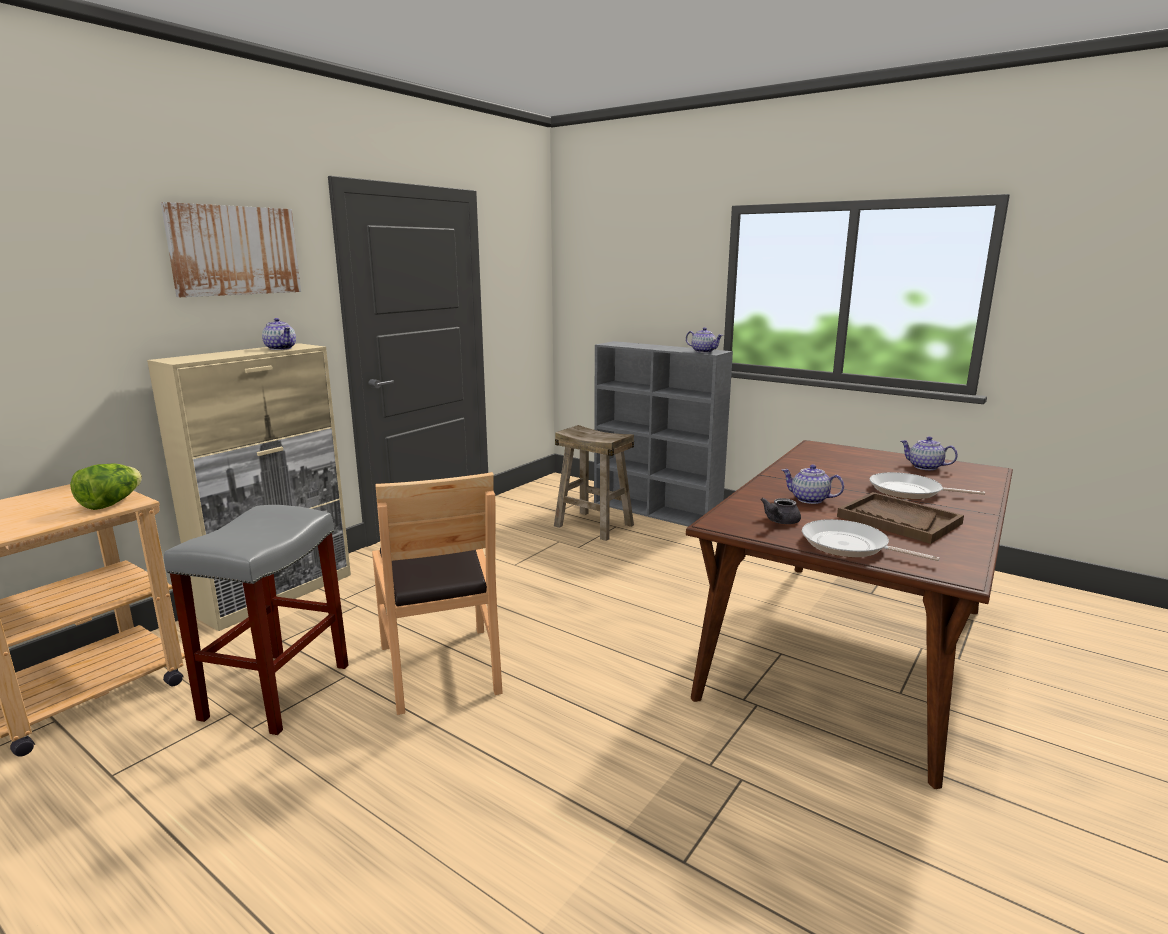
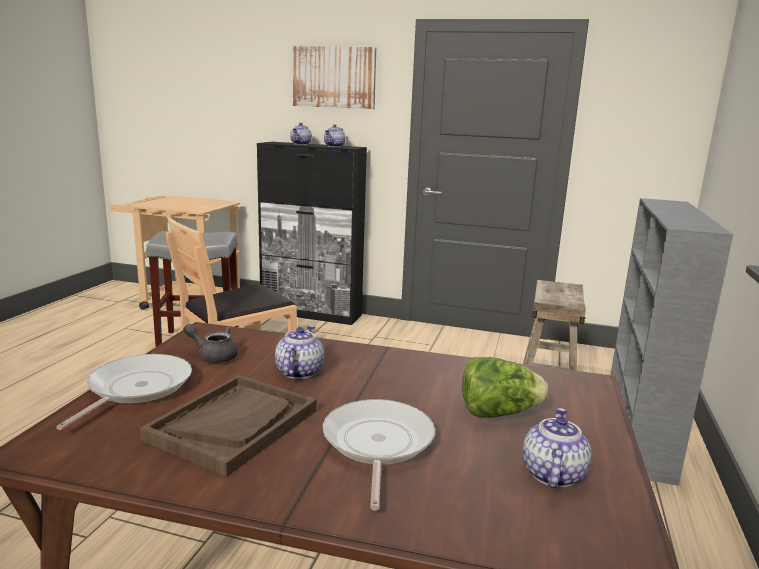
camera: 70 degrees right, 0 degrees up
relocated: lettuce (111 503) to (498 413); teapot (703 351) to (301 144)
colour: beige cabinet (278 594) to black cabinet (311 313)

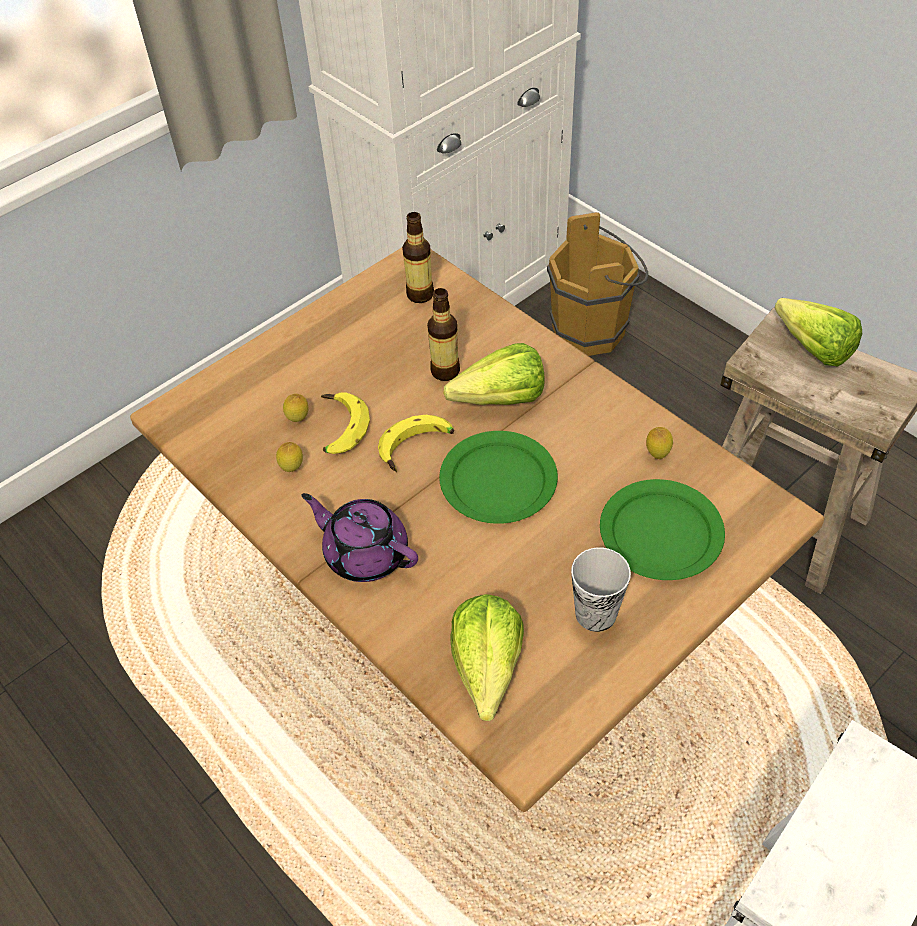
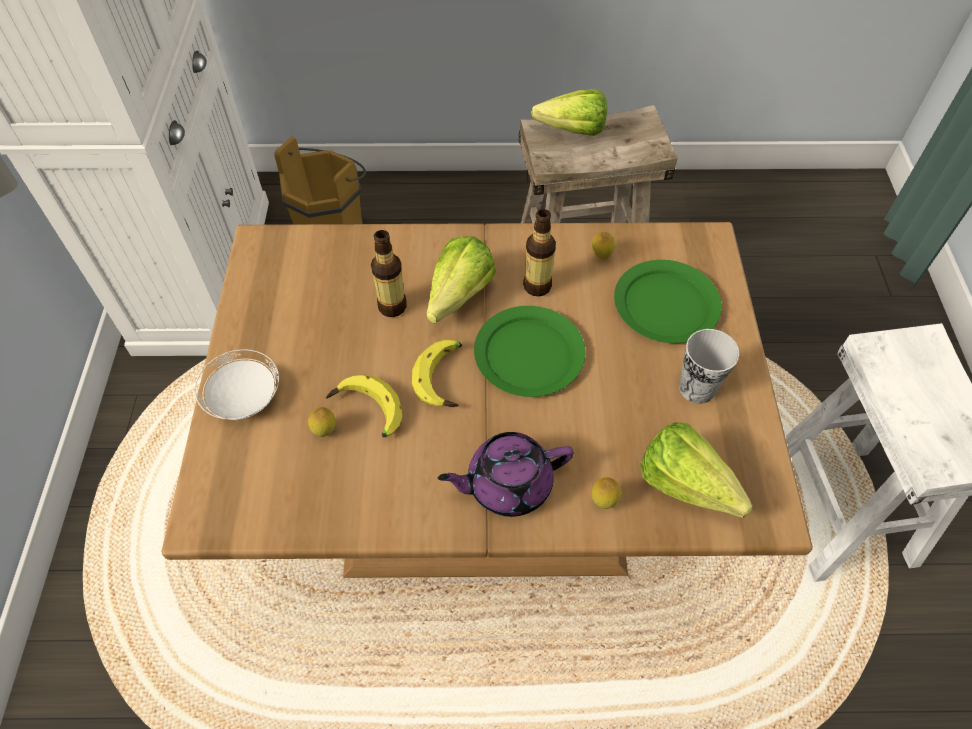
camera: 50 degrees left, 5 degrees up
appeared: white plate (244 398)
relocated: lemon (292 469) to (603 501); bottle (420 294) to (537 286)

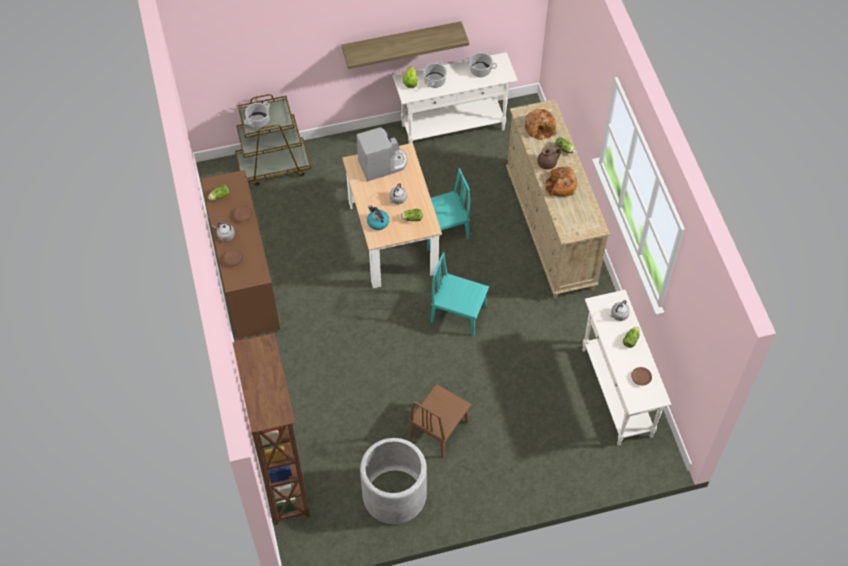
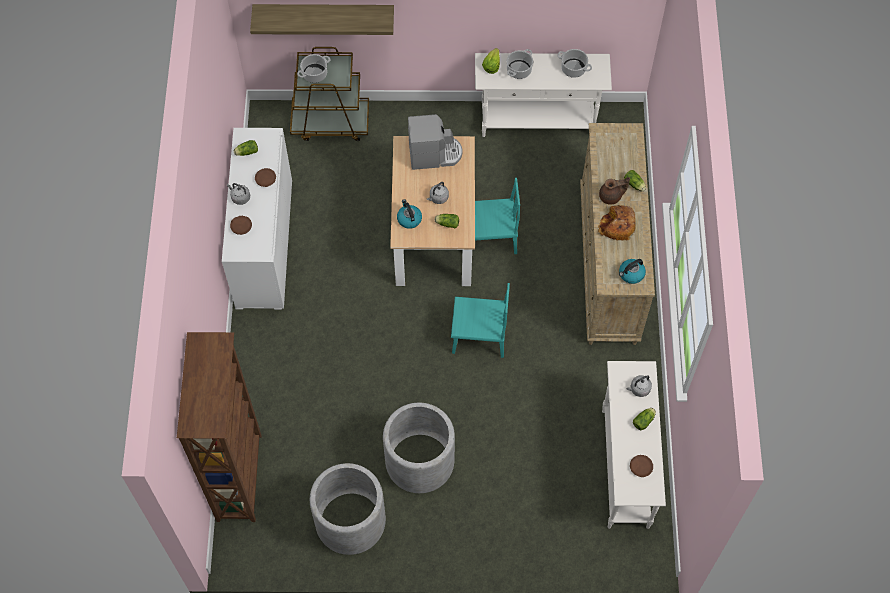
camera: 15 degrees right, 5 degrees up
missing: bread (540 128)
appeared: kettle (631 274)
relocated: shelf (401 41) to (324 13)
exchanged: brown chair (439 429) to grey planter (419 461)
colour: brown cabinet (246 279) to white cabinet (264 244)
spun: turquoise chair (458 313) = (479 336) 150 degrees clockwise

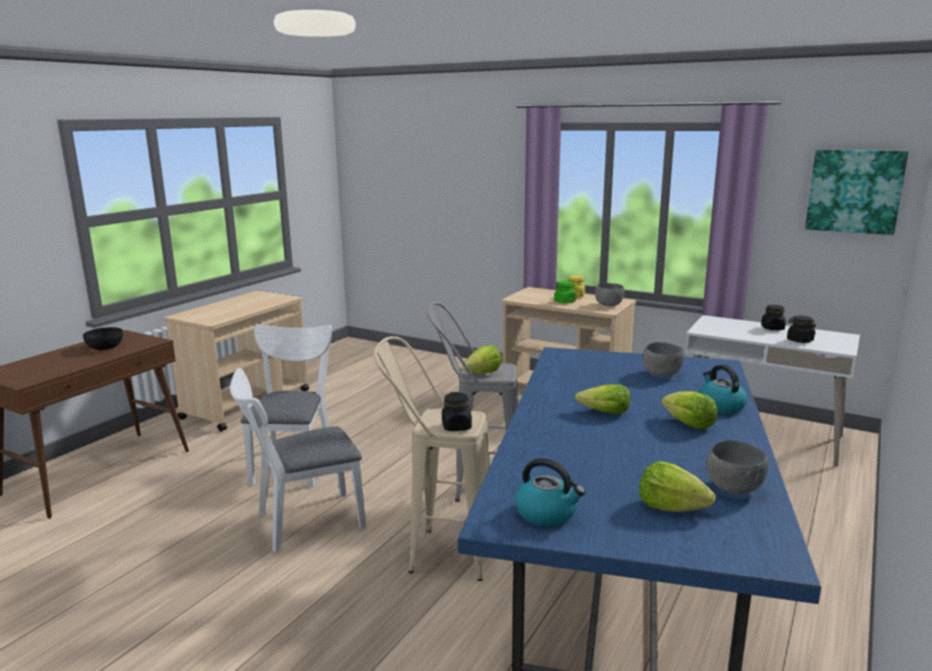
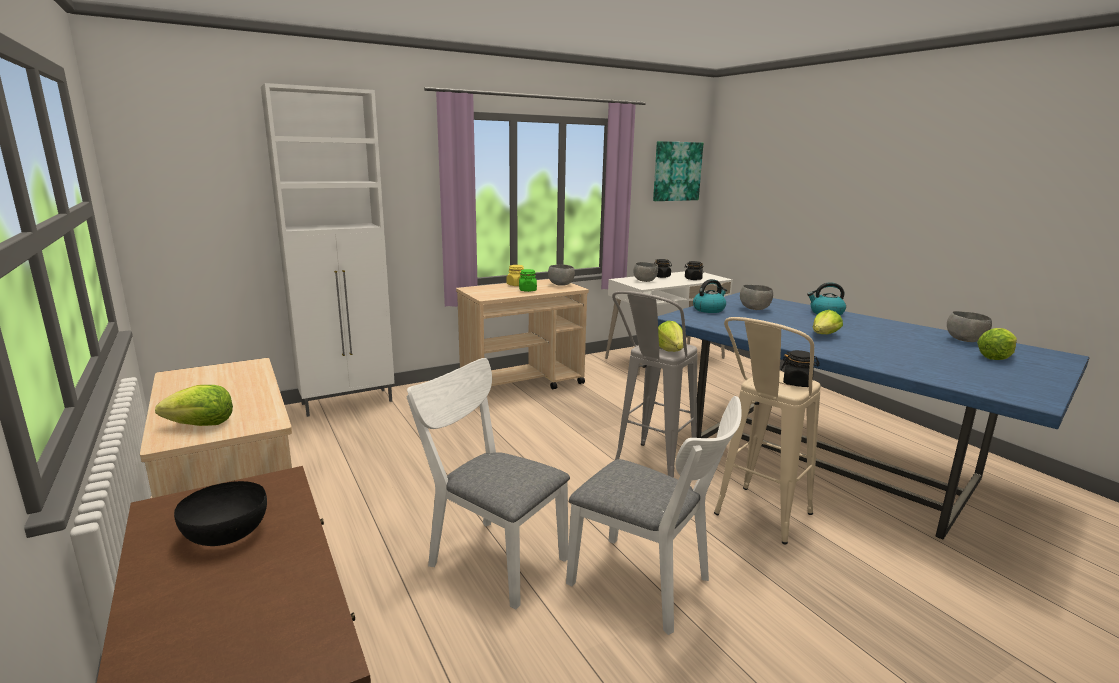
camera: 60 degrees left, 0 degrees up
appeared: white cabinet (349 402); grey bowl (645 281)
relocated: kettle (547 513) to (709 309); lettuce (689 424) to (201 425)
spun: white chair (302 523) = (648 585) 60 degrees counterclockwise

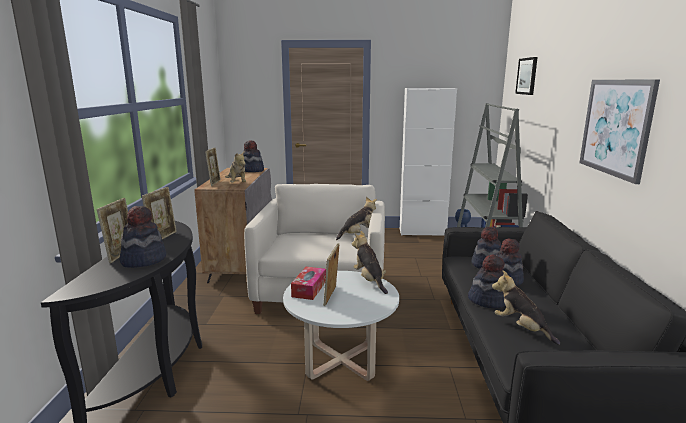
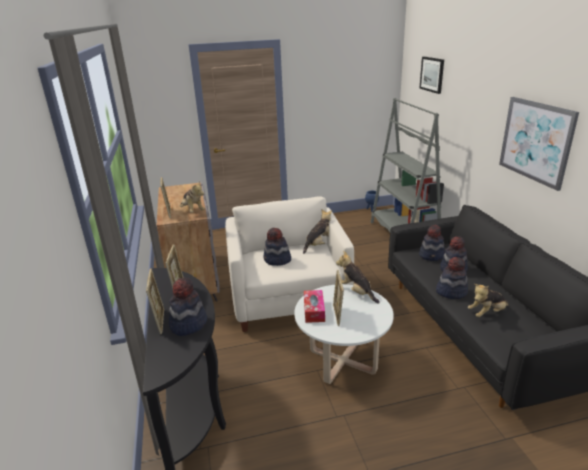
camera: 15 degrees left, 10 degrees up
missing: white cabinet (422 232)
relocated: hat (252 170) to (277 260)
spun: plush toy (521 328) = (487 313) 60 degrees counterclockwise

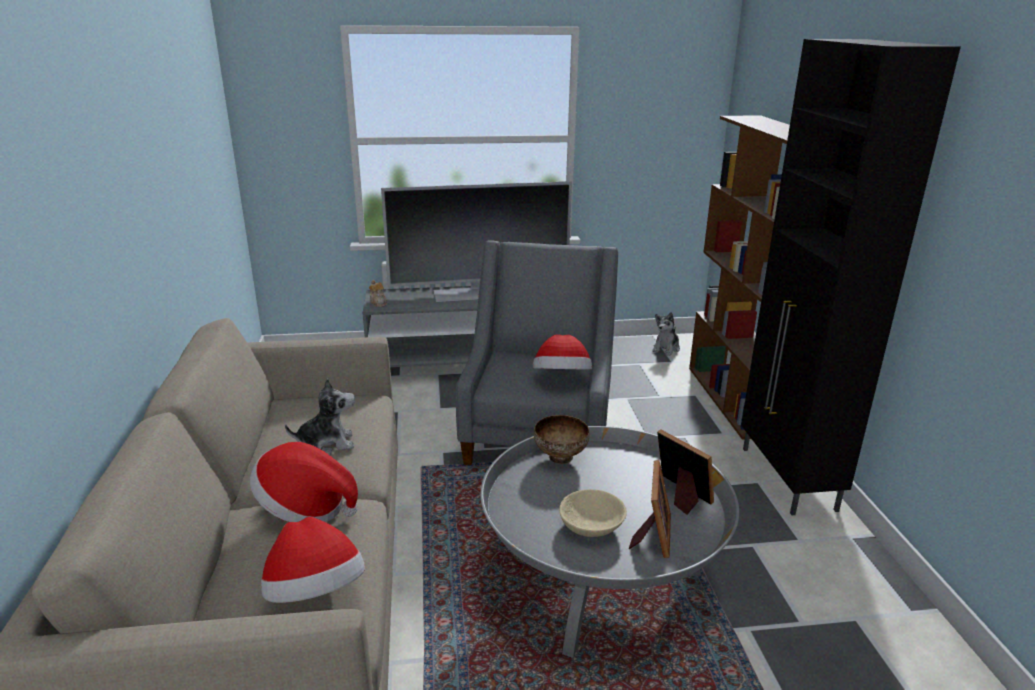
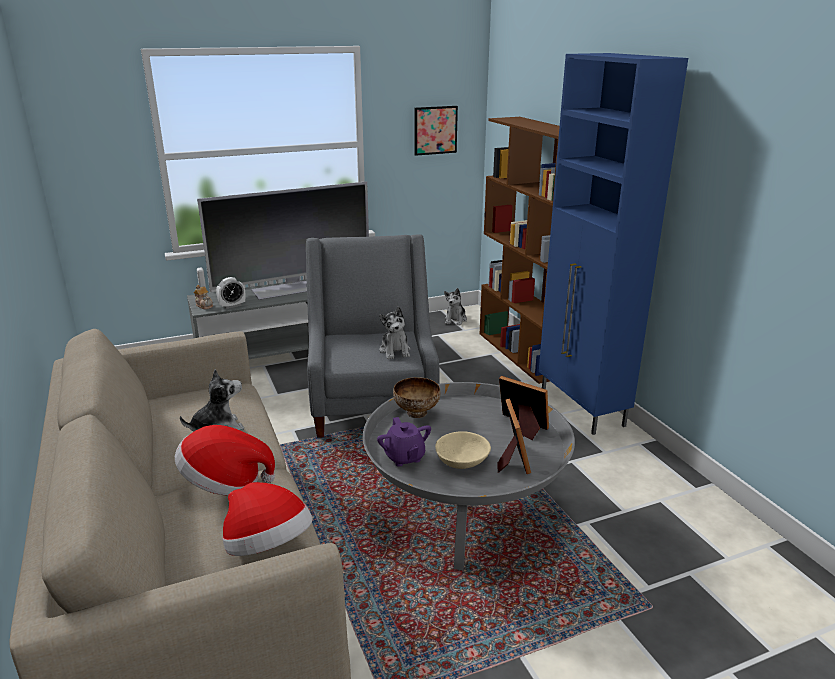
camera: 15 degrees left, 0 degrees up
appeared: alarm clock (232 306); purple teapot (404 457); picture (435 130)
exchanged: hat (561 379) to plush toy (395 351)
colour: black cabinet (787 479) to blue cabinet (582 408)

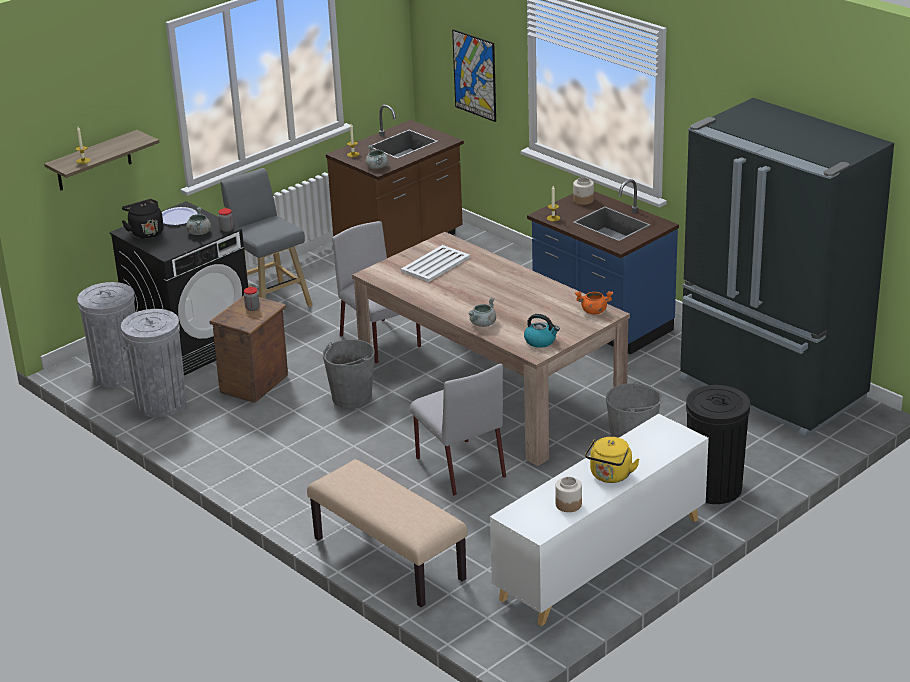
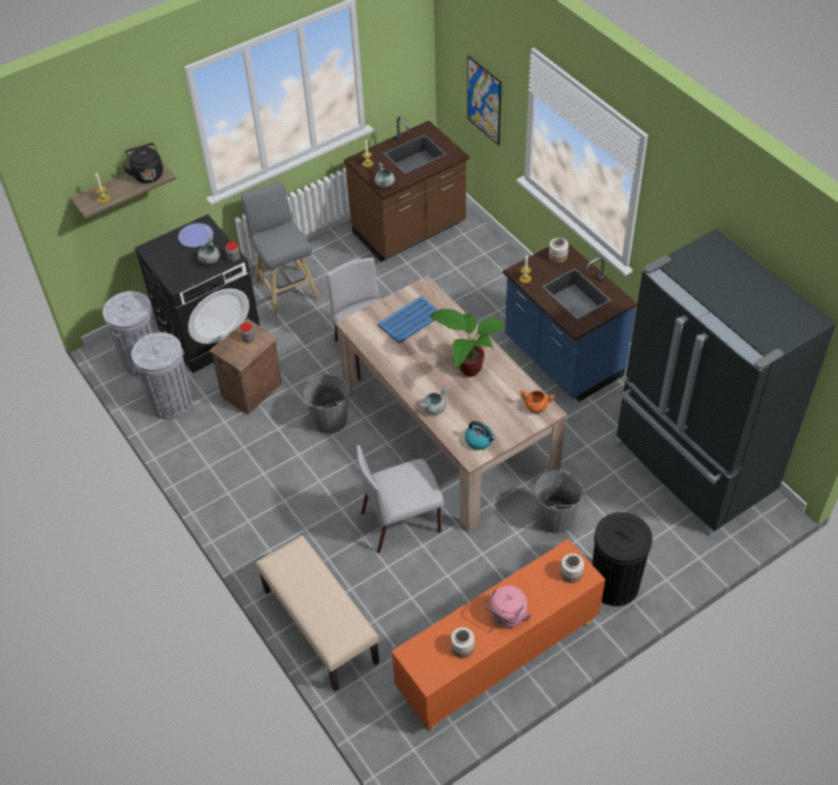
camera: 10 degrees right, 20 degrees up
appeared: potted plant (466 369); jar (571 573)
relocated: black kettle (145 232) to (147 174)
colour: white tray (435 265) to blue tray (409 320); white cabinet (601 559) to orange cabinet (497 658); yellow kettle (610 476) to pink kettle (507 616)
spun: grey chair (459 467) = (402 522) 90 degrees clockwise

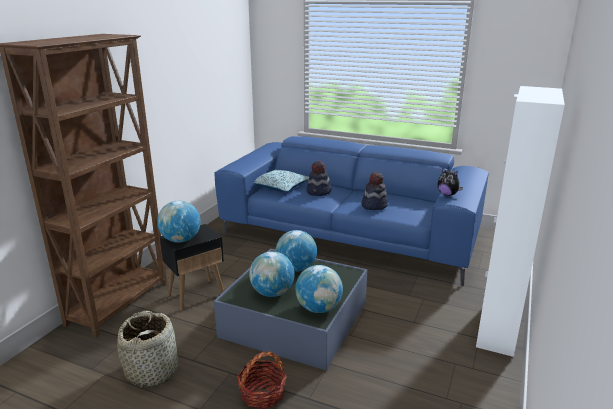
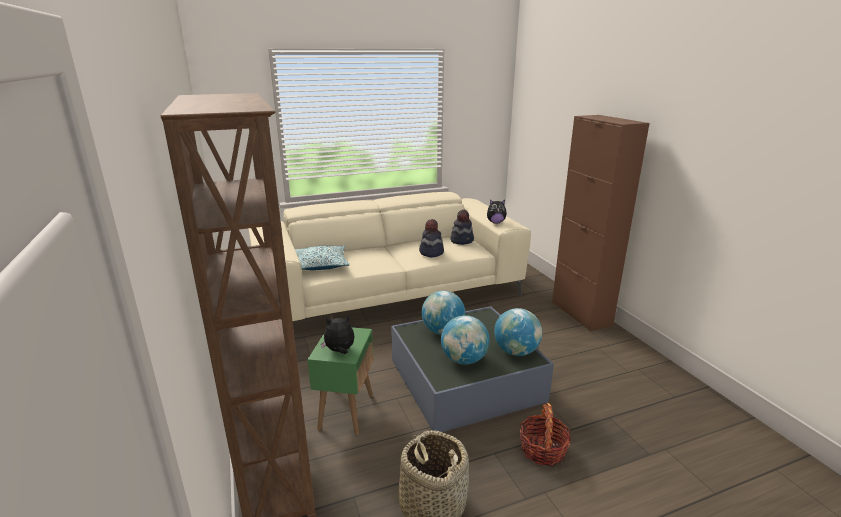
camera: 45 degrees left, 0 degrees up
relocated: hat (319 192) to (462 240)
exchanged: globe (180 240) to plush toy (340 351)
colour: black side table (197 294) to green side table (346 411); blue sofa (349 236) to beige sofa (389 294); white cabinet (497 329) to brown cabinet (581 314)

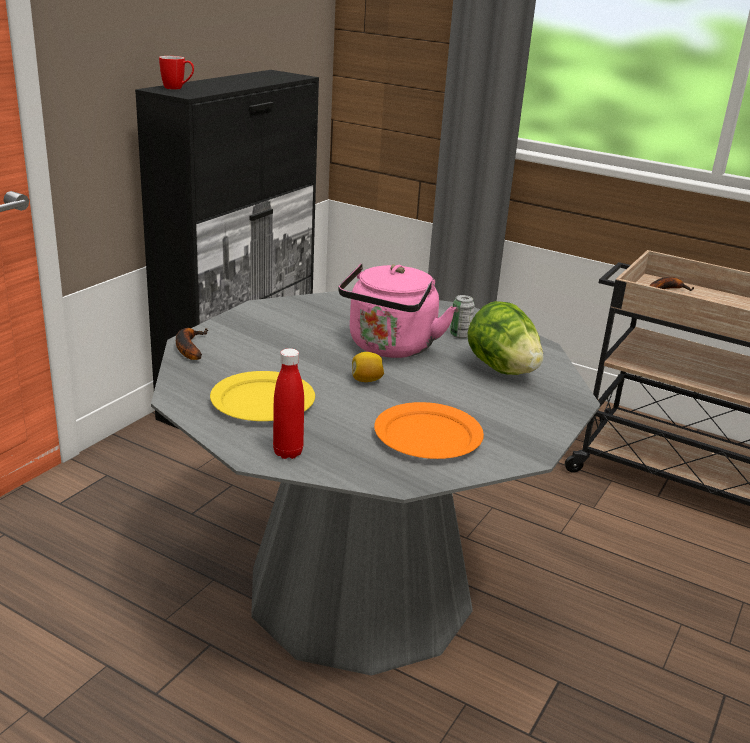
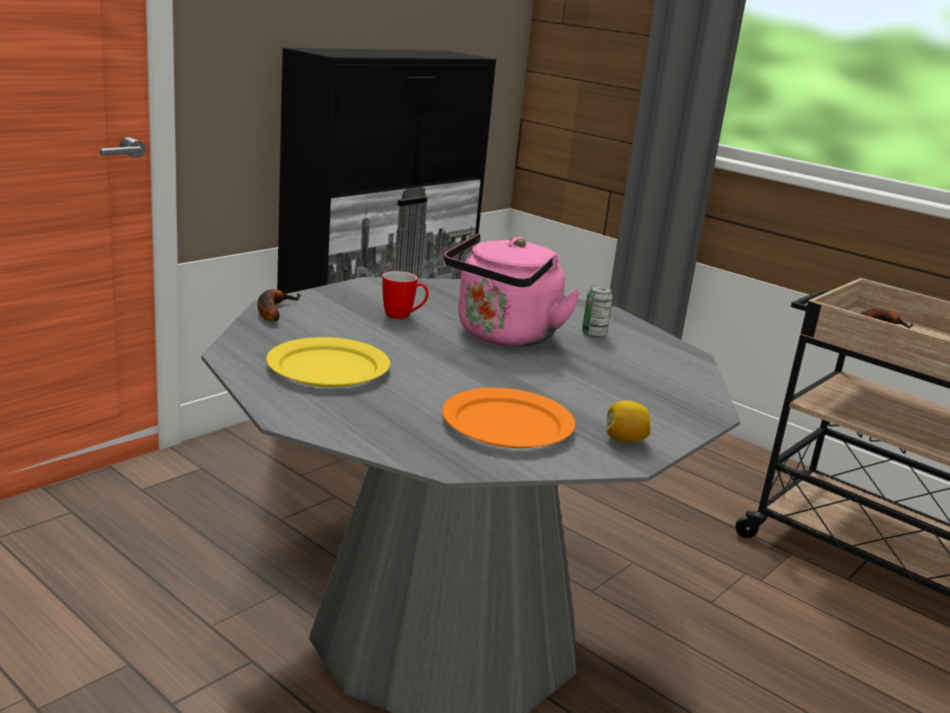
camera: 10 degrees right, 5 degrees down
missing: red bottle (288 452); lettuce (501 369)
relocated: mug (178 88) to (403 316); lemon (366 380) to (624 440)

